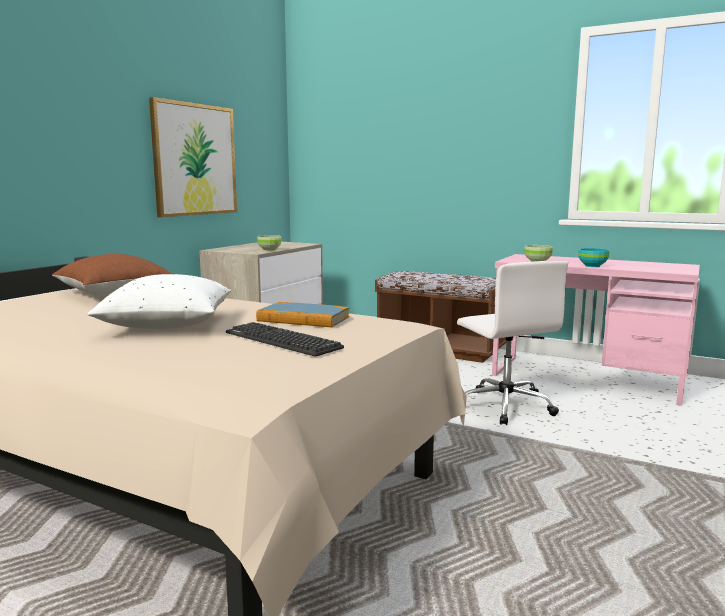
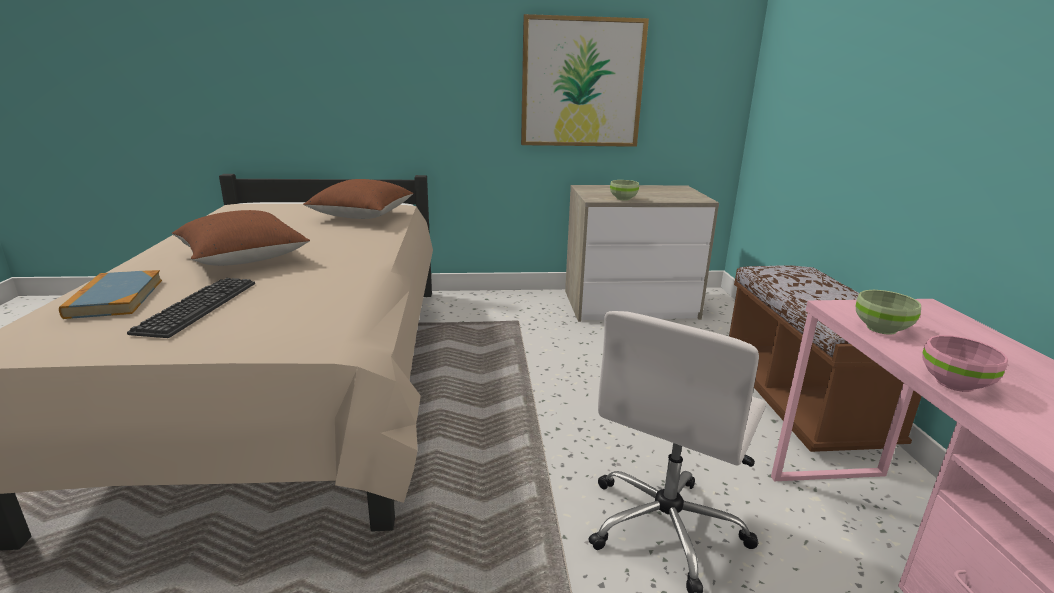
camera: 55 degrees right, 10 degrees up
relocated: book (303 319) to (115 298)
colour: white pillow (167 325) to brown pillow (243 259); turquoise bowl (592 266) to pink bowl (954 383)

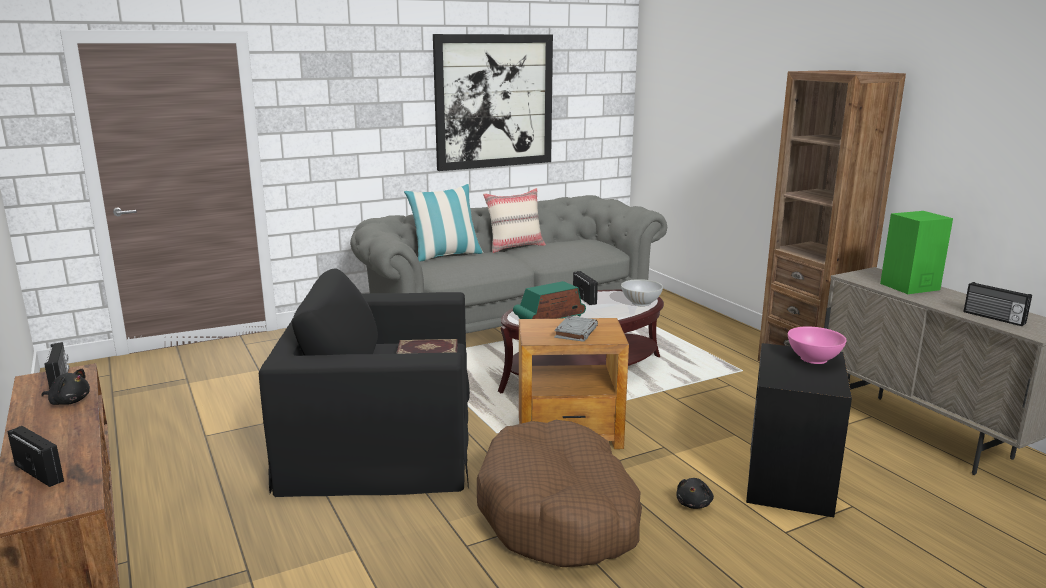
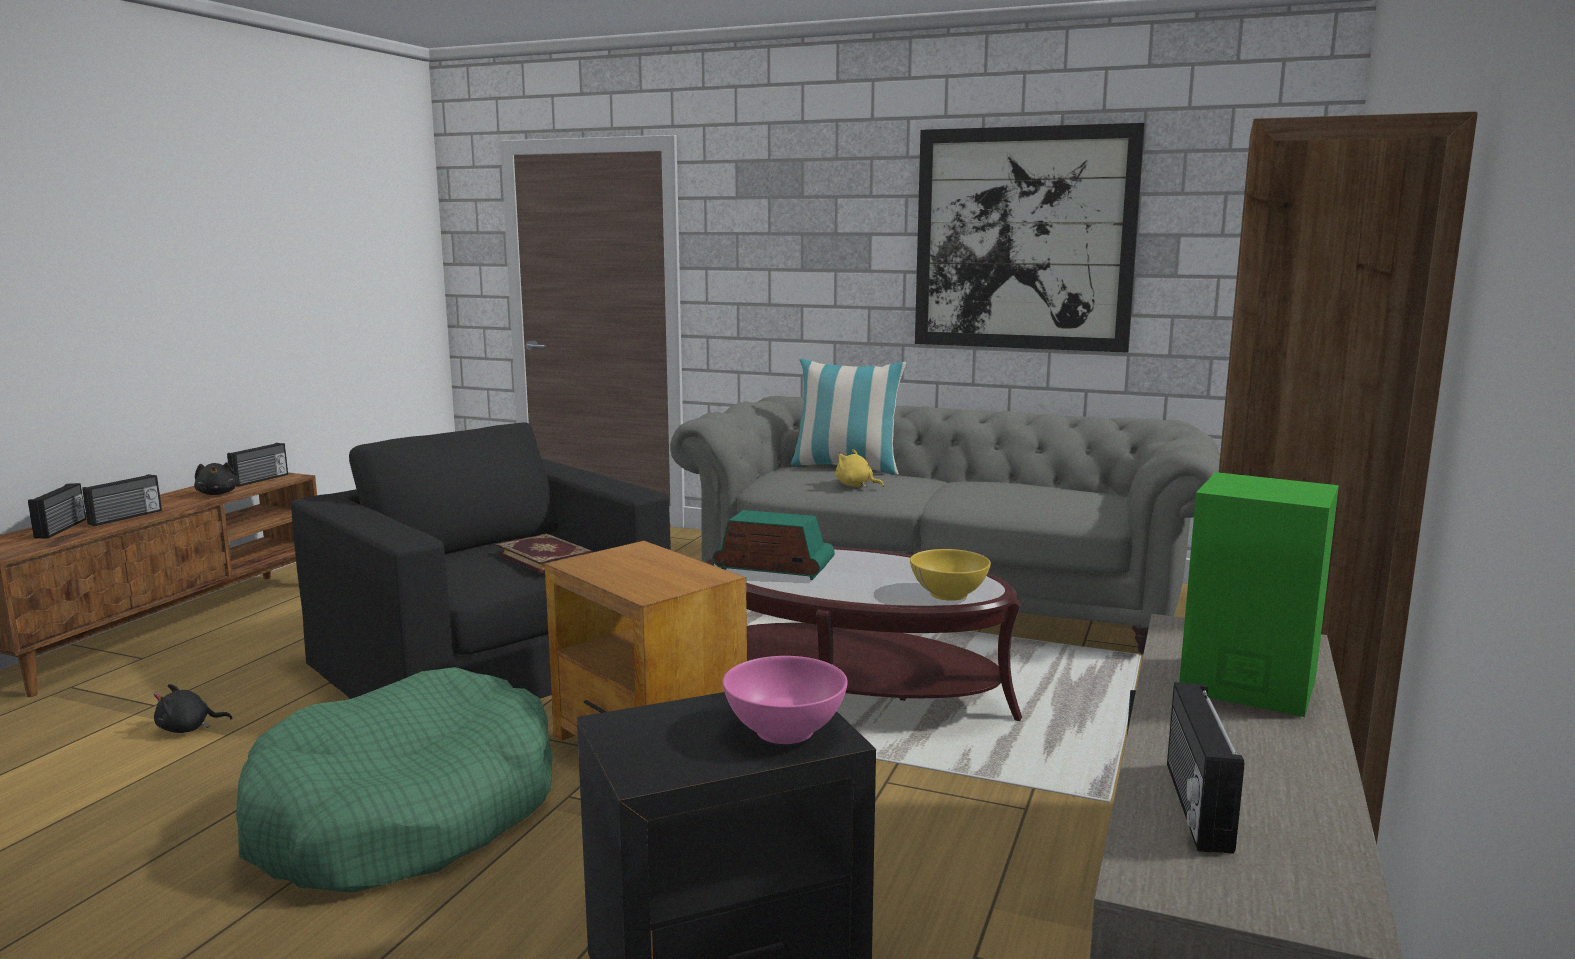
camera: 50 degrees right, 5 degrees down
missing: beige pillow (515 247); grey book (576 332)
appeared: yellow plush toy (856 486)
relocated: radio (585 298) to (126 517); black plush toy (694 504) to (188 729)
colour: brown dog bed (559 514) to green dog bed (404 814); white bowl (641 303) to yellow bowl (949 594)

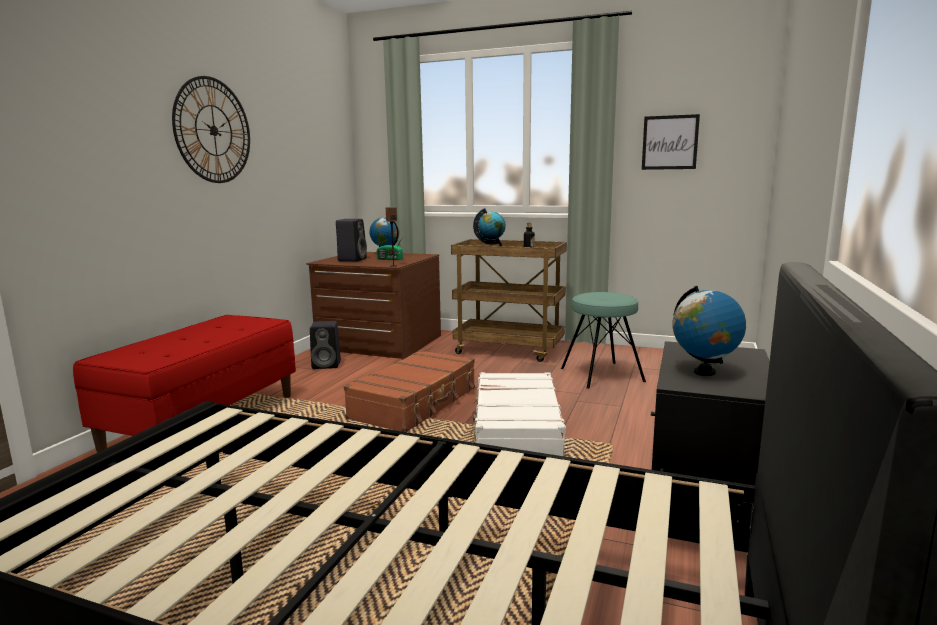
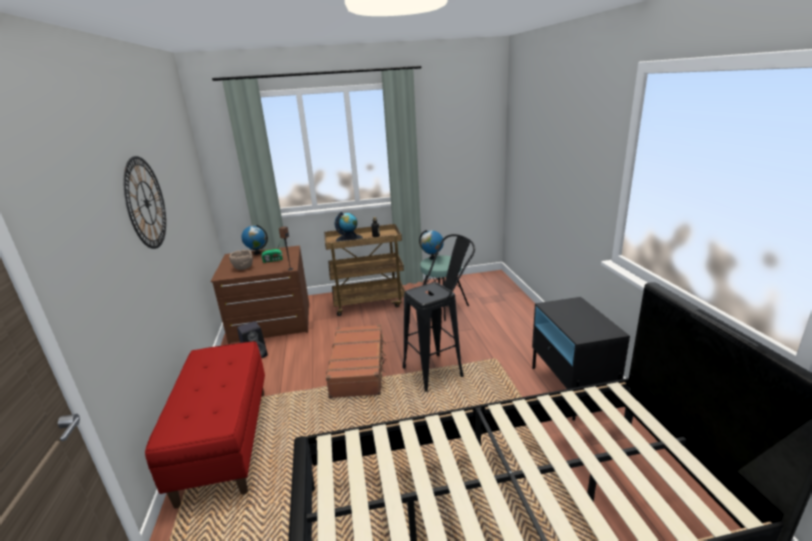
camera: 30 degrees left, 10 degrees up
missing: picture (670 142)
relocated: globe (704 372) to (432 258)
exchanged: black speaker (352 259) to brown bowl (243 267); white suitcase (515 432) to black stool (440 369)

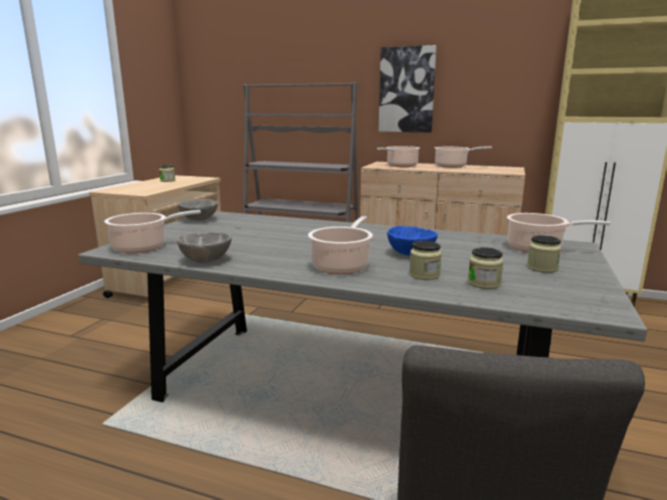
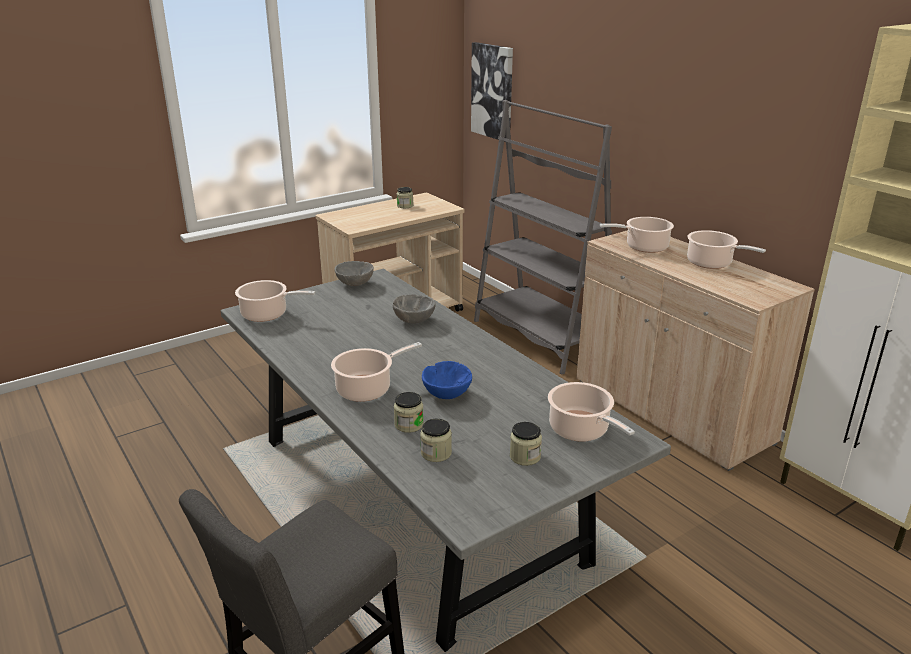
camera: 35 degrees right, 10 degrees up
relocated: grey bowl (205 260) to (413 320); picture (407 90) to (493 91)

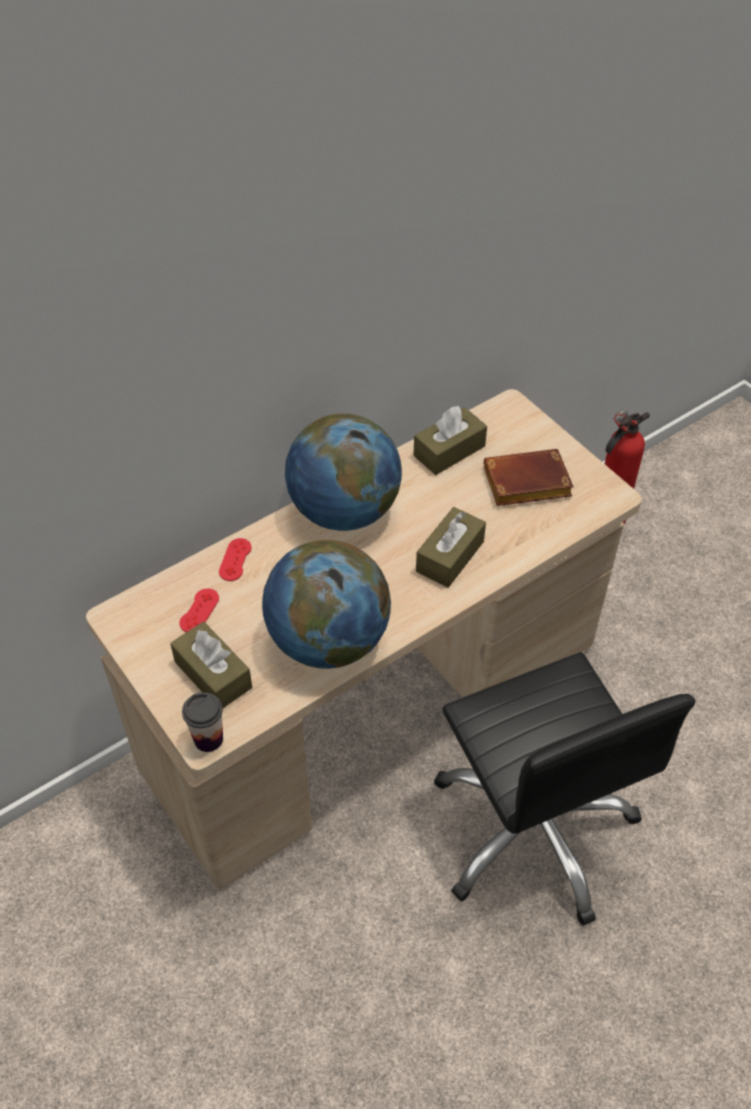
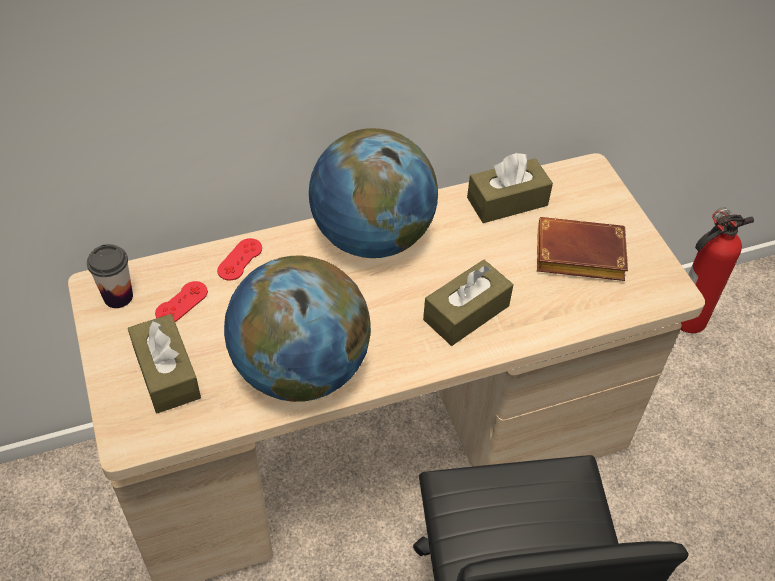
camera: 15 degrees right, 0 degrees up
relocated: cup (208 739) to (118 296)

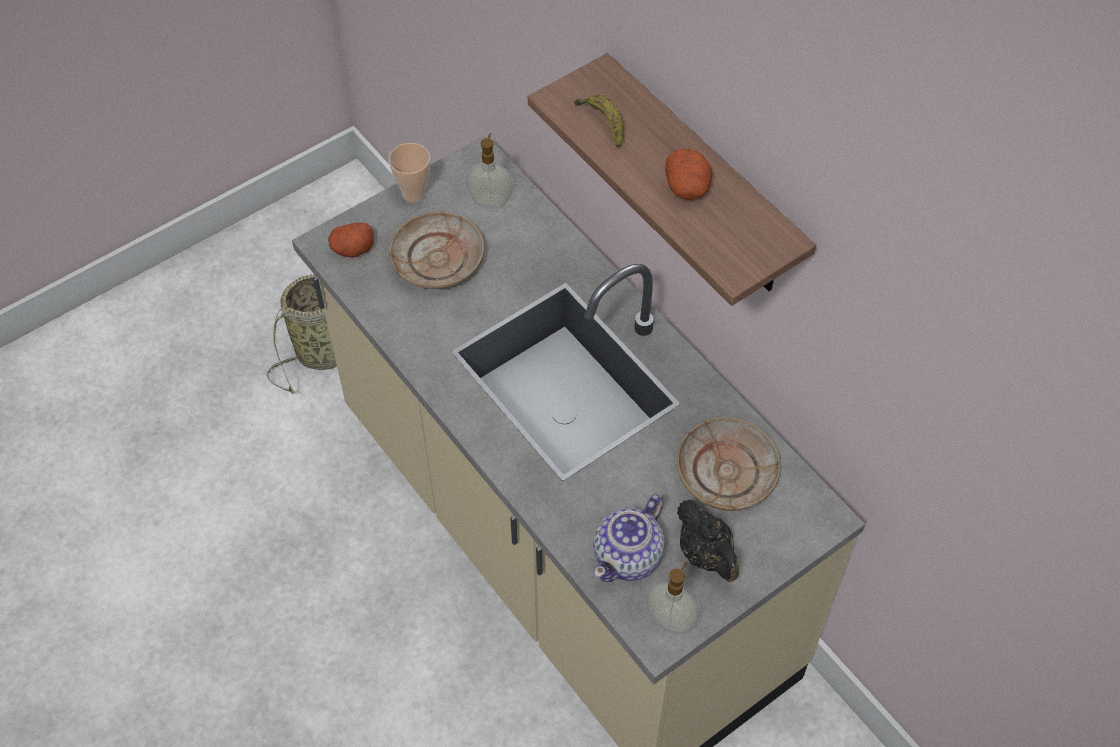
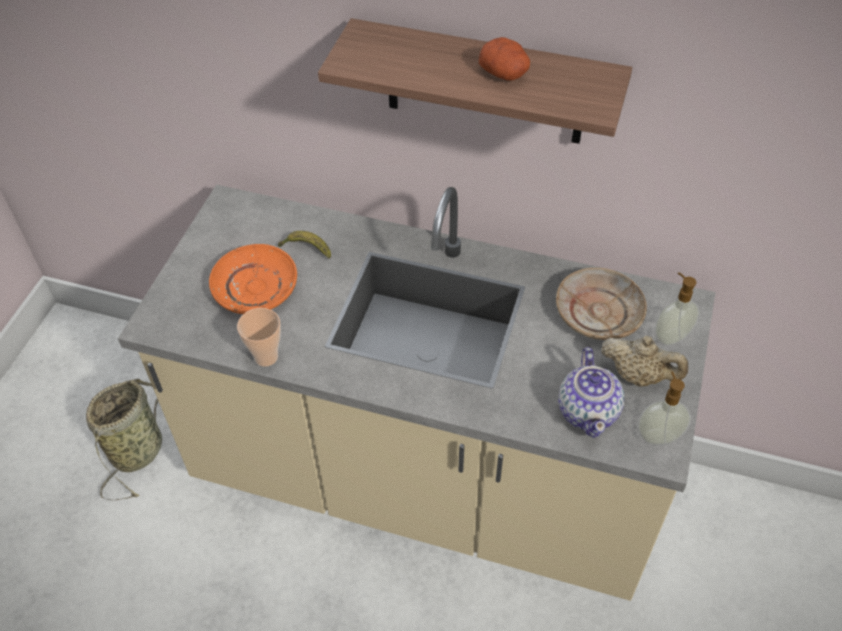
camera: 35 degrees left, 5 degrees down
missing: potato (352 249)
relocated: cup (413 193) to (266 357); soap dispenser (490 200) to (670 336); banana (603 123) to (306 249)
colour: beige plate (438 260) to orange plate (256 287); black teapot (706 555) to beige teapot (639 376)

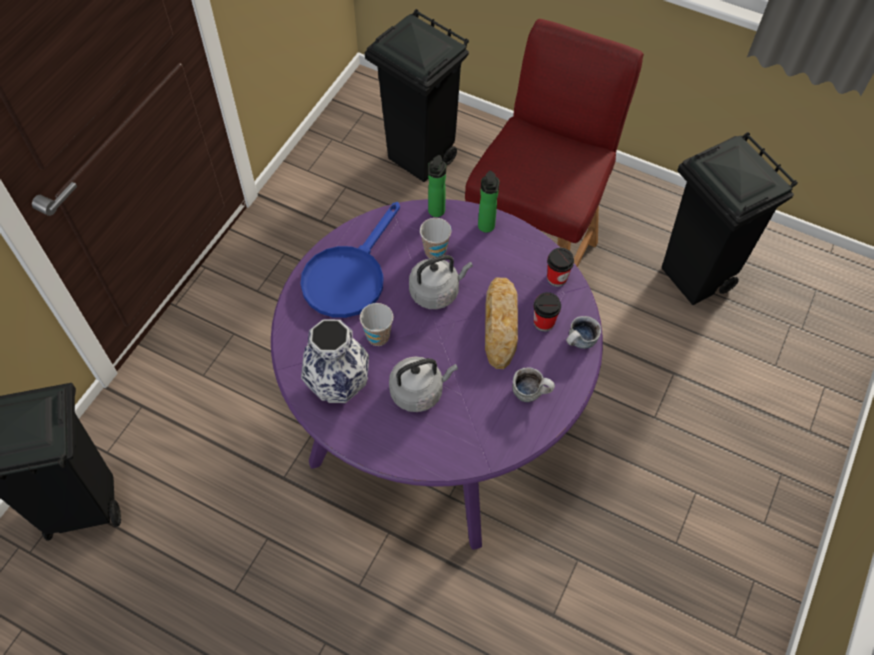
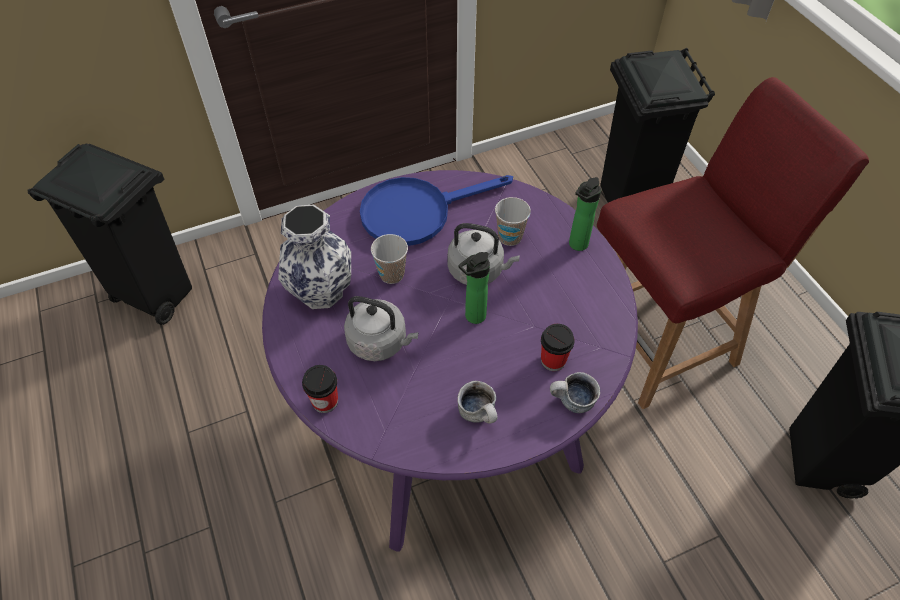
camera: 40 degrees right, 5 degrees down
missing: bread (500 324)
relocated: bottle (436 213) to (472 317); cup (556 278) to (325 401)

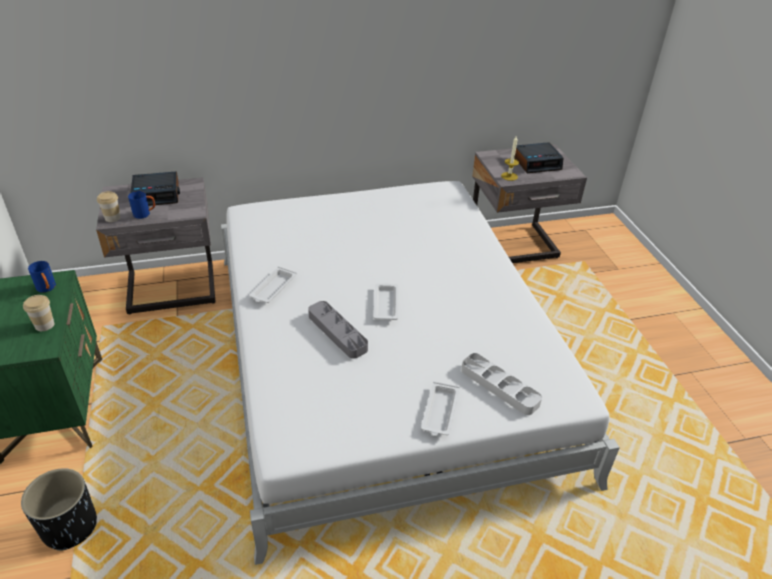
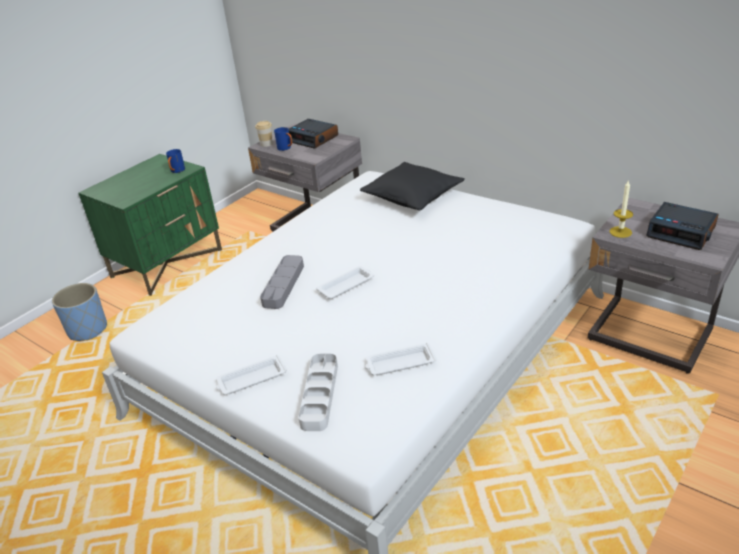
camera: 55 degrees right, 5 degrees down
missing: cup (44 325)
appeared: black pillow (412 197)
relocated: white tray (273 288) to (399 363)
colour: black planter (69 527) to blue planter (87 330)

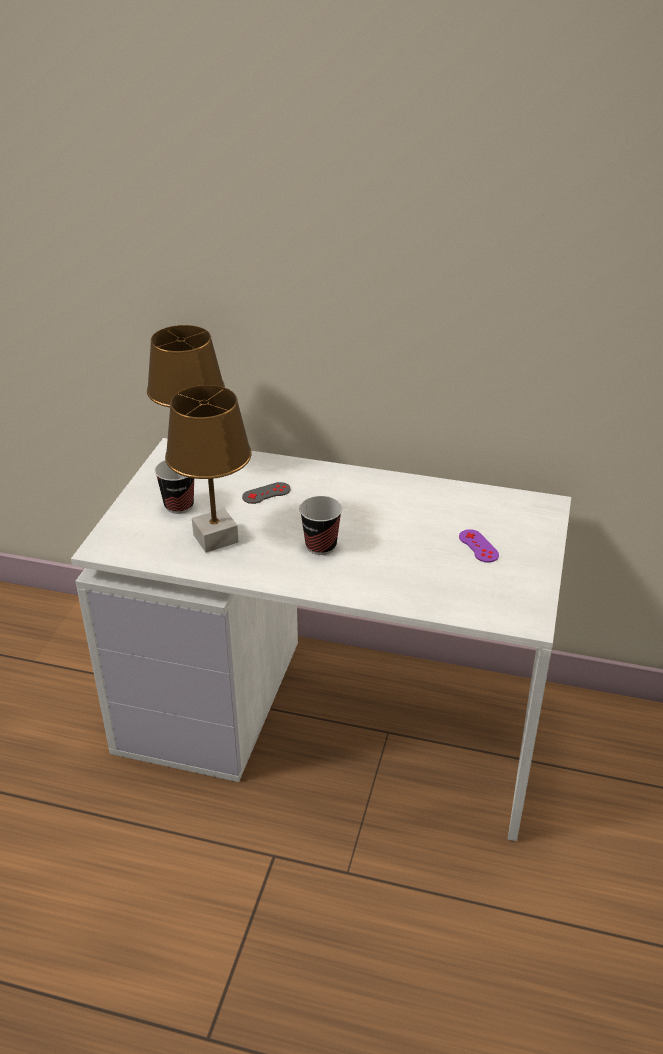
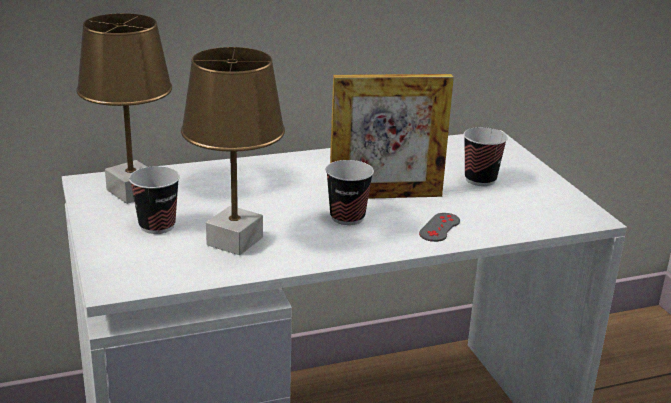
camera: 35 degrees left, 10 degrees down
appeared: picture frame (385 196)
relocated: grey game controller (266 493) to (439 227)
exchanged: purple game controller (478 546) to cup (480 179)

